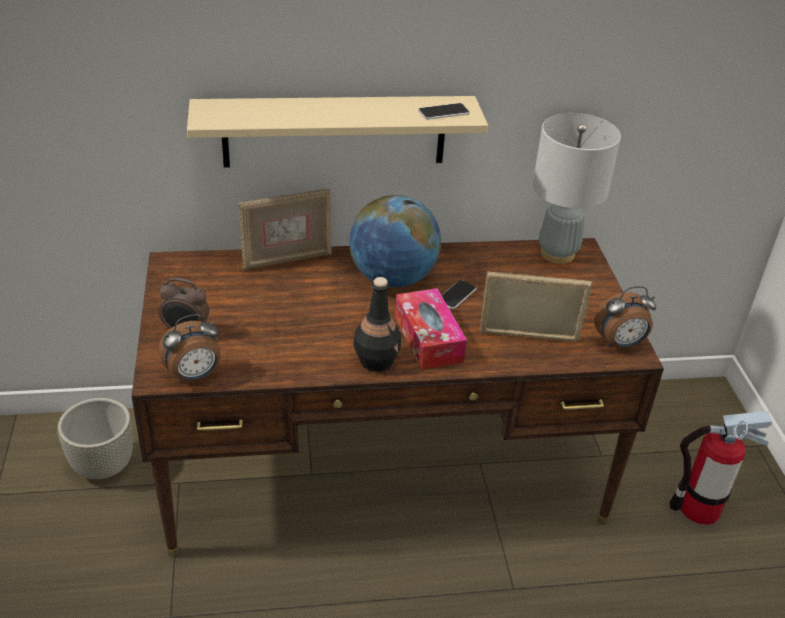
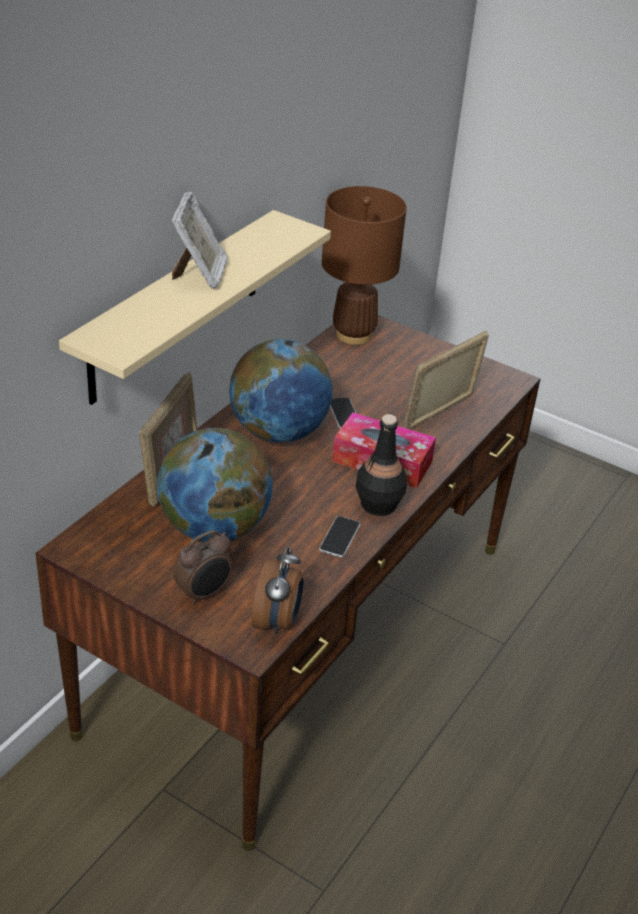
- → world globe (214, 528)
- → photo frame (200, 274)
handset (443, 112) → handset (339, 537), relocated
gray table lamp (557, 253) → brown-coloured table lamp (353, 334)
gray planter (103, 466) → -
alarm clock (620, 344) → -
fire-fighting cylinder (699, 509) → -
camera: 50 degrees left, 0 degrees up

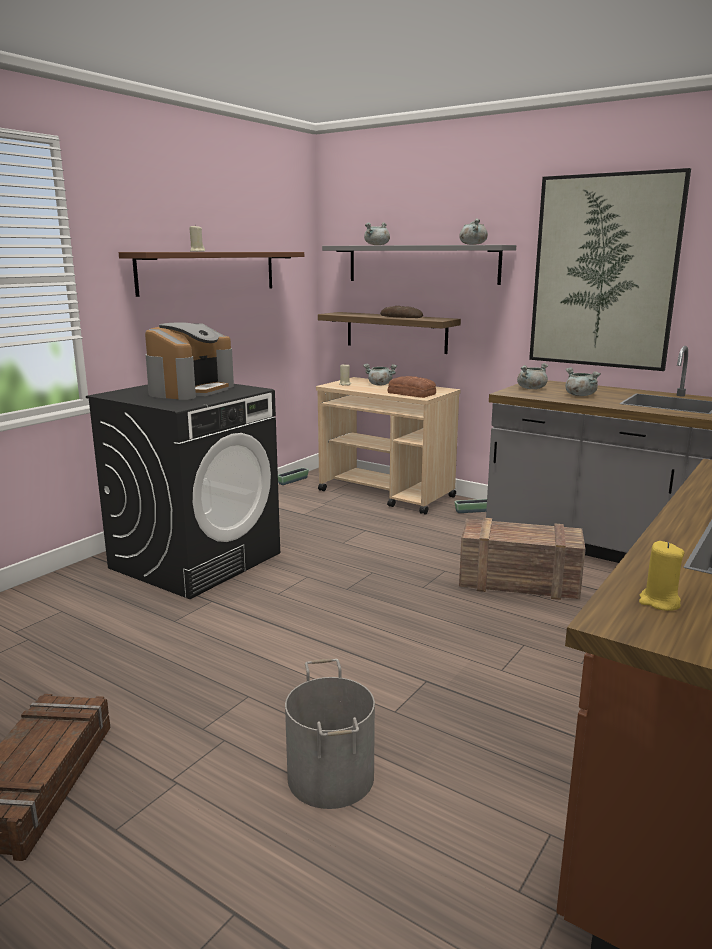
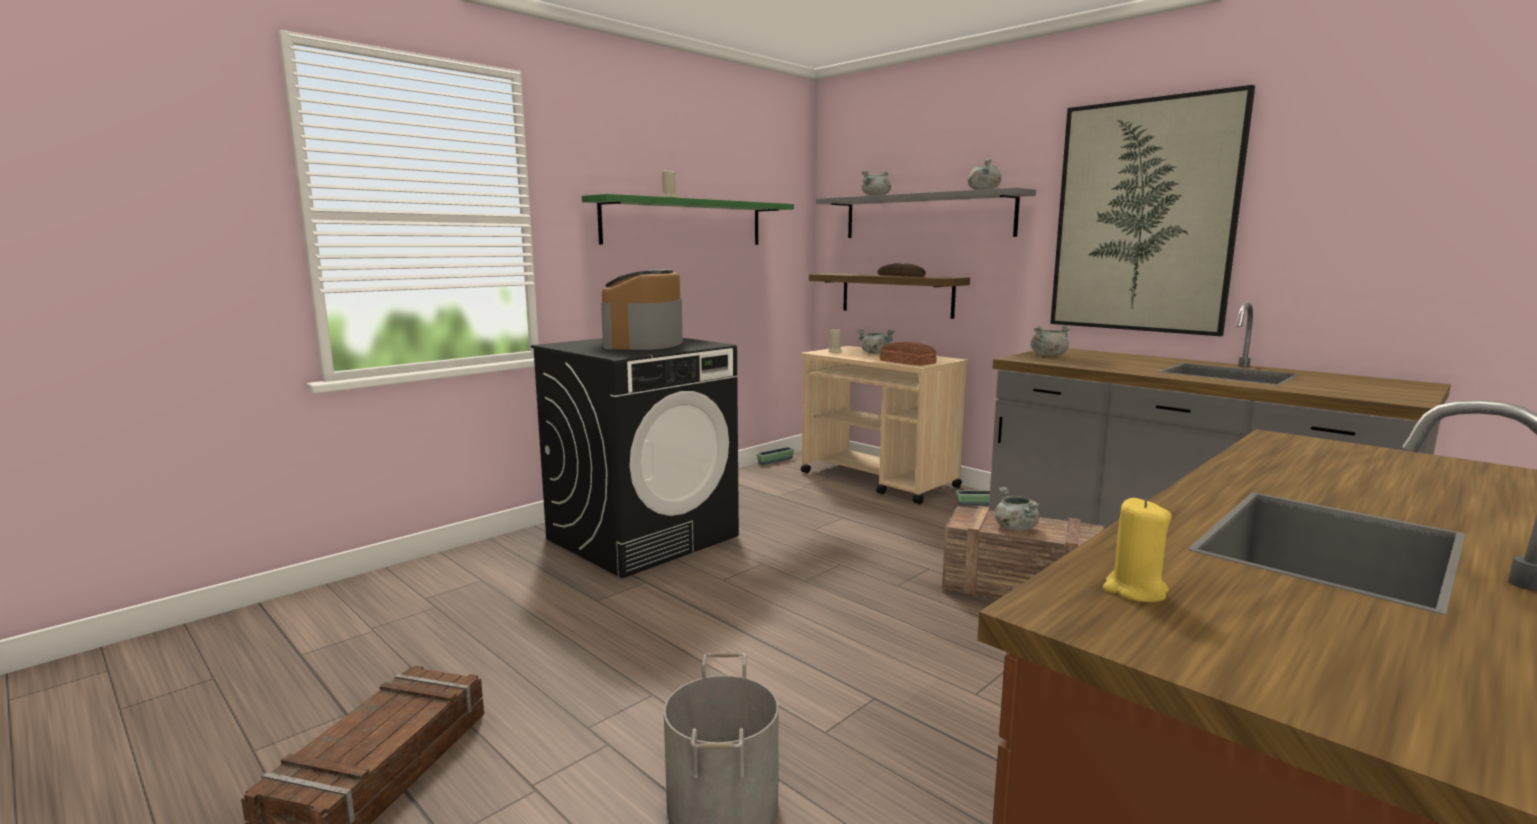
brown-coloured wall shelf (209, 272) → green wall shelf (685, 222)
coffee machine (190, 390) → coffee machine (644, 343), 150 degrees clockwise
gray saucepot (579, 395) → gray saucepot (1014, 527), relocated
camera: 10 degrees right, 5 degrees down

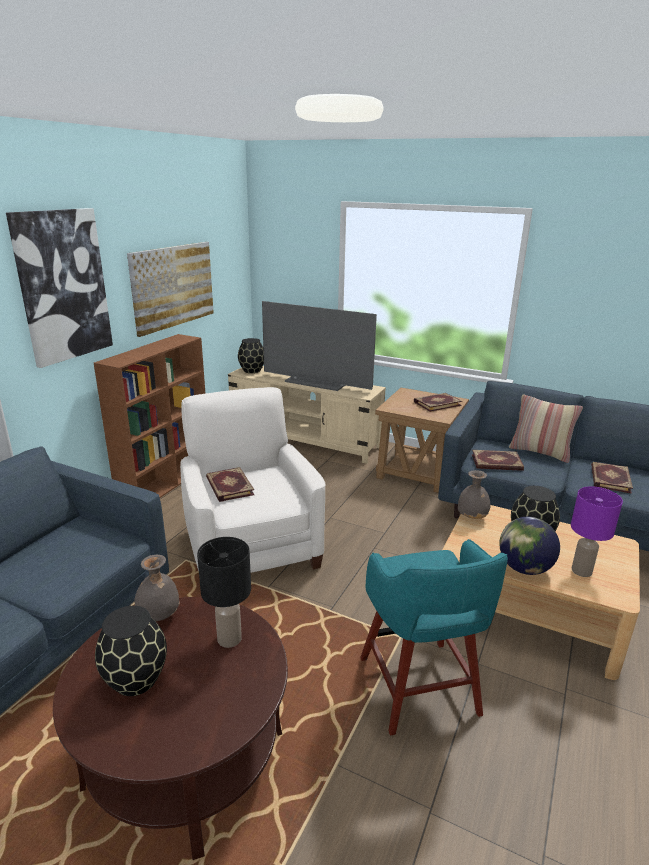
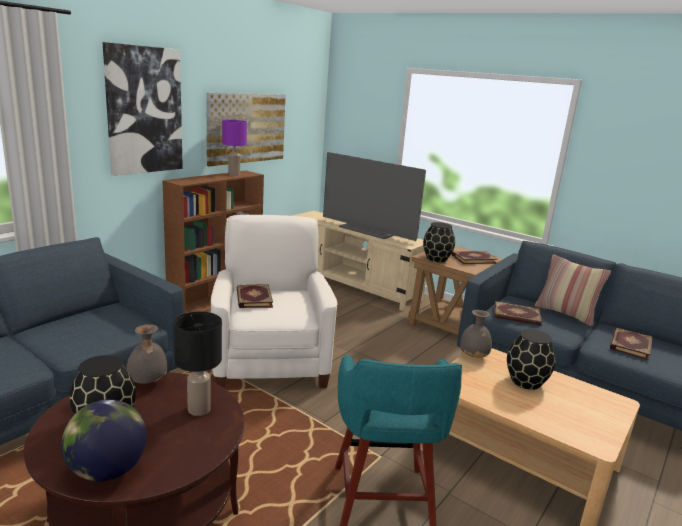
world globe (524, 568) → world globe (107, 471), relocated
purplish table lamp (581, 570) → purplish table lamp (234, 174), relocated
black-coloured vase (251, 370) → black-coloured vase (436, 259), relocated
camera: 10 degrees right, 5 degrees down

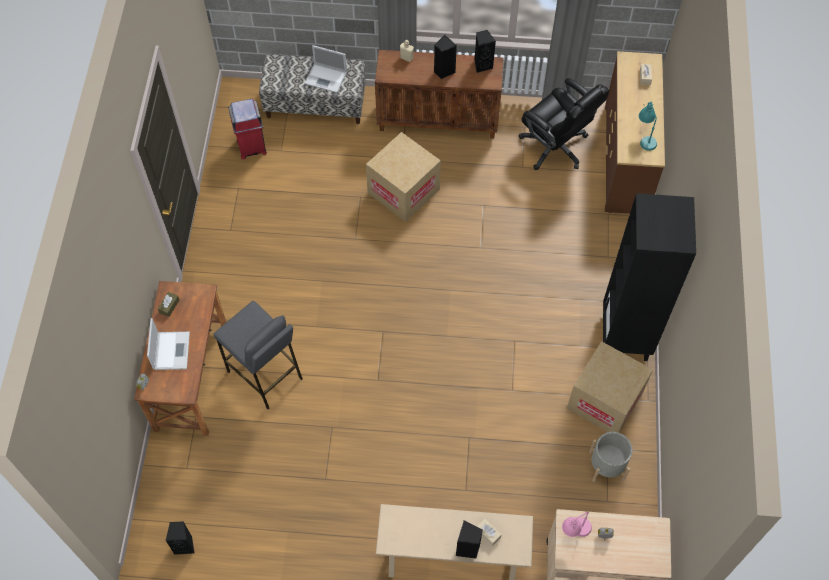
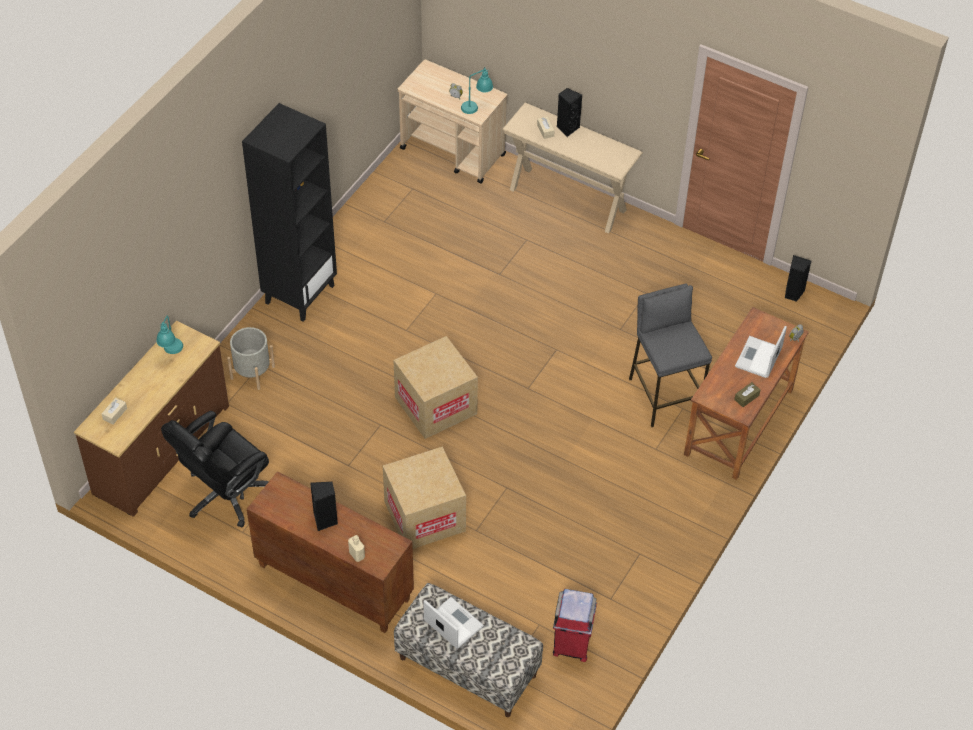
black-coloured computer chair (555, 147) → black-coloured computer chair (225, 494), 120 degrees counterclockwise
gray planter (606, 465) → gray planter (252, 372), relocated
cardboard box (605, 400) → cardboard box (435, 405), relocated
pink table lamp (575, 532) → turquoise table lamp (477, 107)
black-coloured speaker (482, 65) → -
camera: 155 degrees left, 10 degrees down

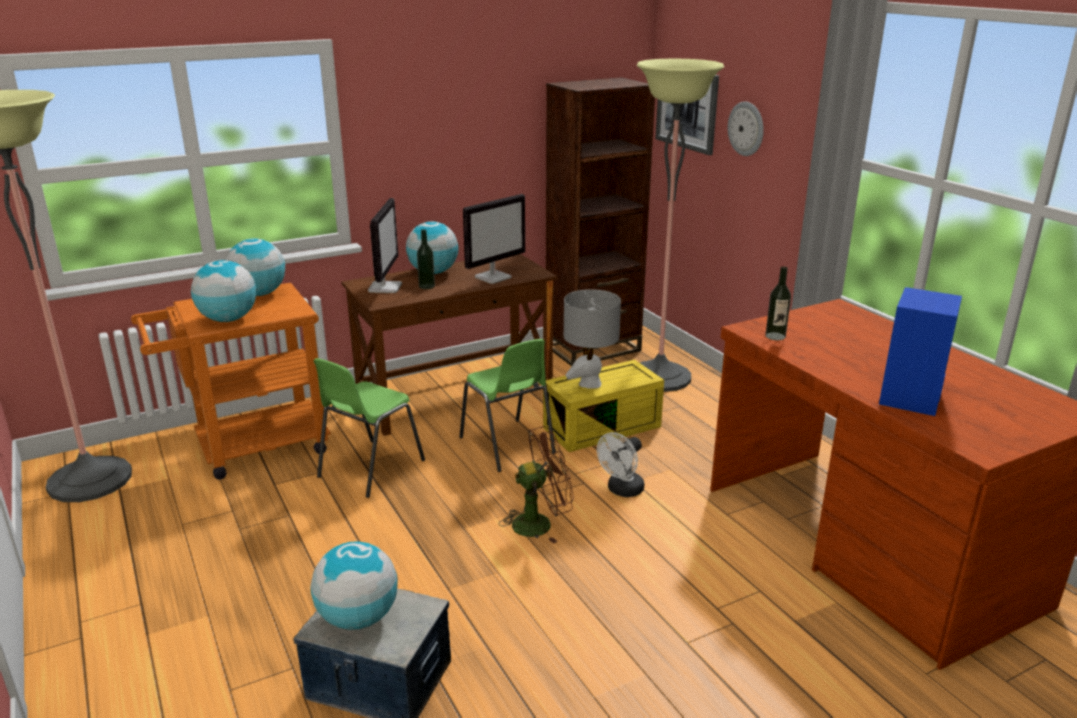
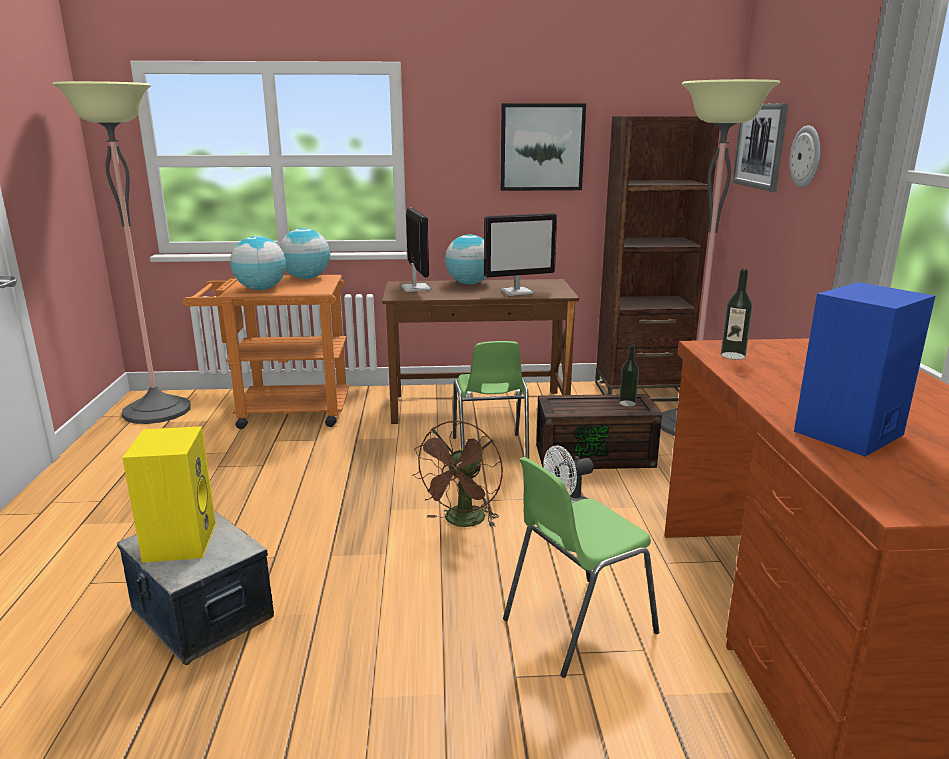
world globe (358, 618) → yellowish speaker (179, 541)
monitor (385, 287) → monitor (415, 288), 45 degrees counterclockwise
brown-coloured electric fan (540, 523) → brown-coloured electric fan (462, 522), 105 degrees clockwise
- → wall picture (542, 147)
green plain chair (369, 469) → green plain chair (576, 625), relocated
yellowish storage container (602, 426) → brown-coloured storage container (595, 455)
bottle (426, 286) → bottle (627, 403), relocated
gray table lamp (590, 384) → -
camera: 25 degrees right, 5 degrees down

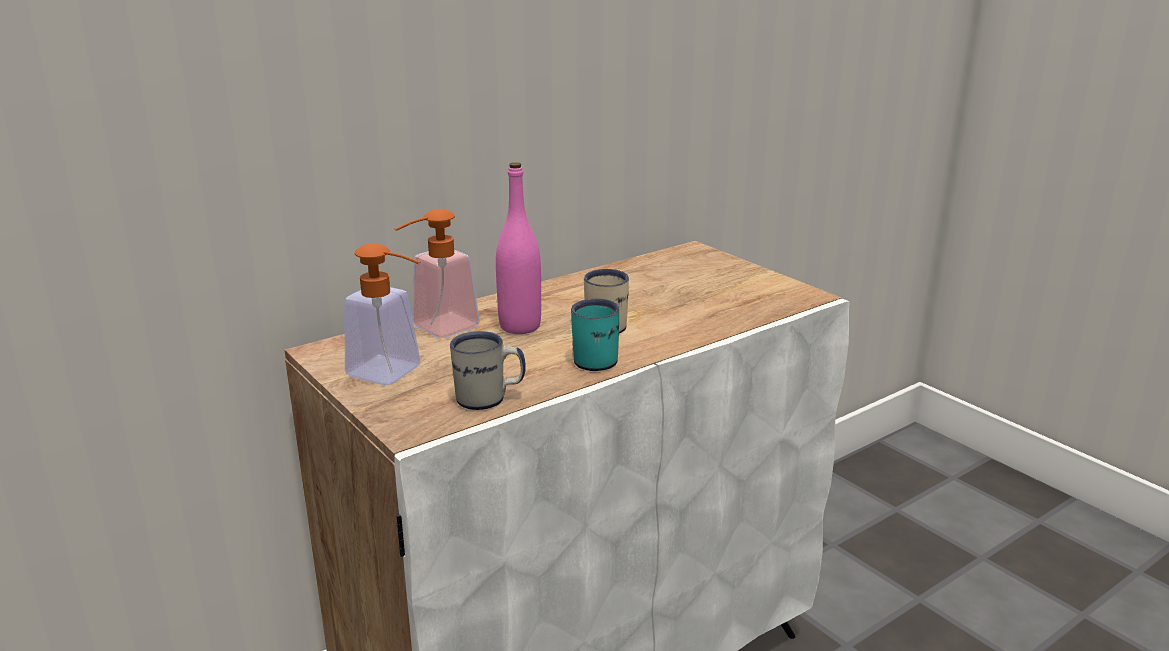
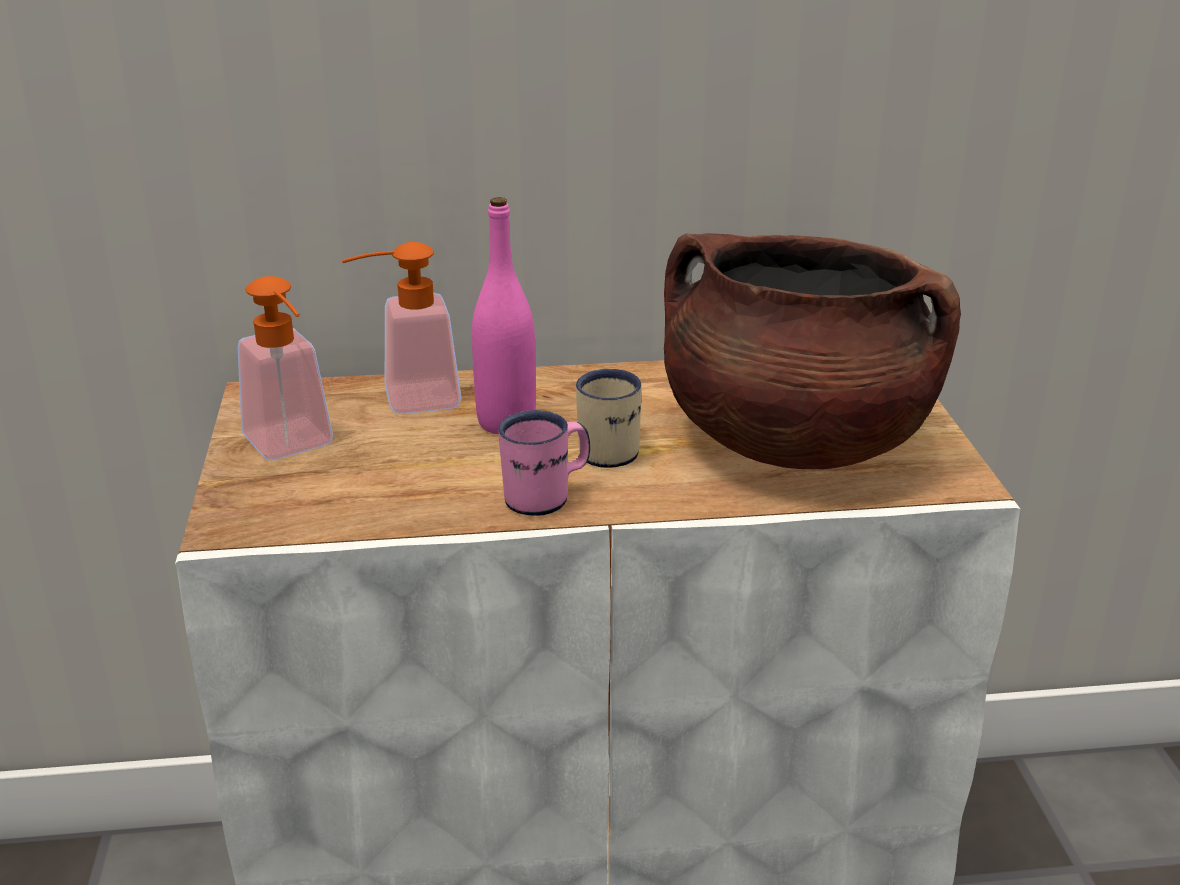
turquoise tea mug (600, 358) → pink tea mug (547, 497)
- → brown-coloured saucepot (793, 442)
white-coloured tea mug (489, 399) → -
camera: 30 degrees right, 5 degrees up

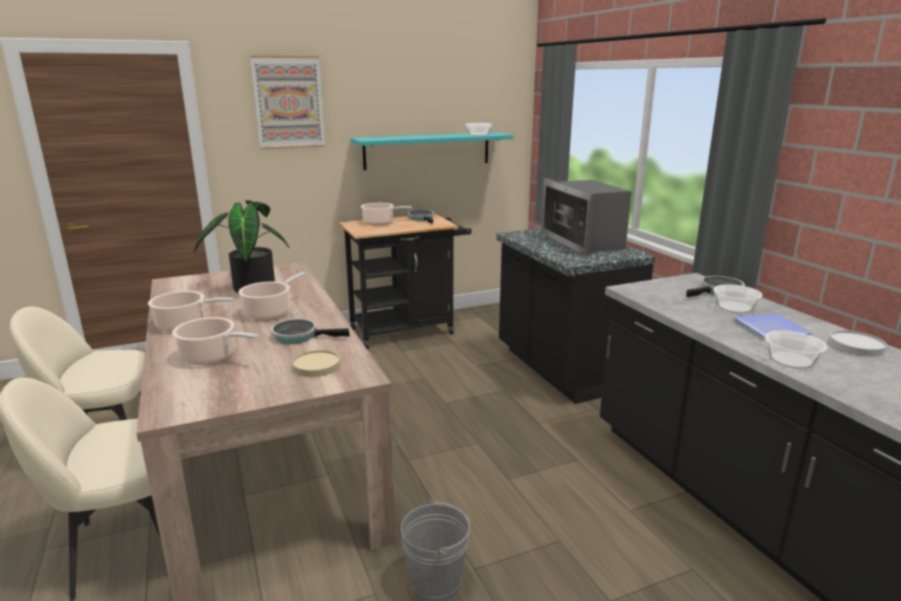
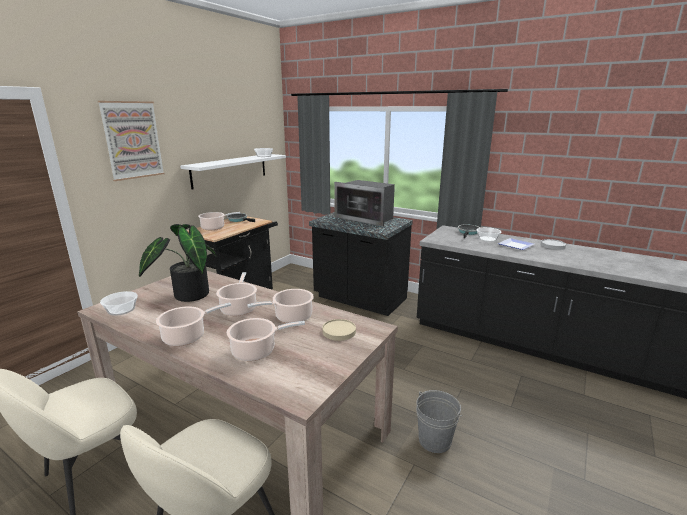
deep dish (790, 360) → deep dish (121, 309), relocated
turquoise wall shelf (427, 150) → white-coloured wall shelf (230, 170)
frying pan (299, 336) → saucepot (291, 317)
camera: 35 degrees left, 0 degrees up

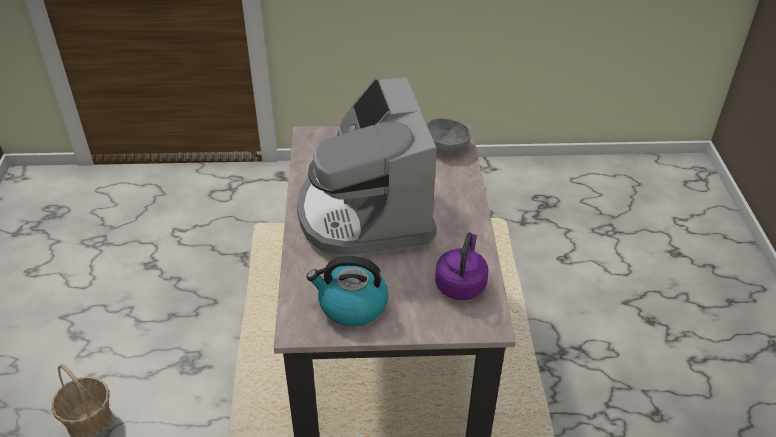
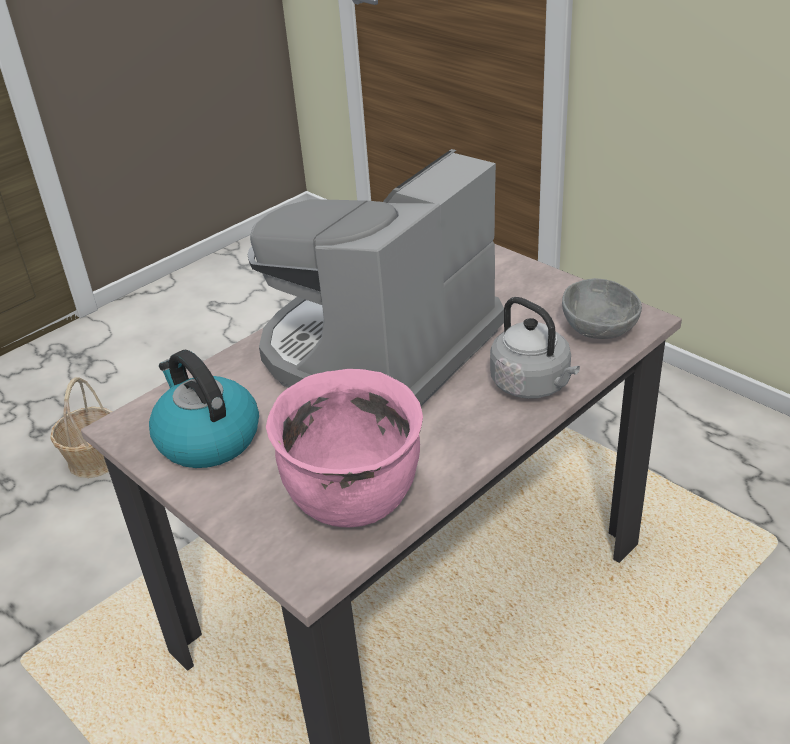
purplish kettle (461, 284) → pink saucepot (355, 498)
- → gray kettle (533, 385)
camera: 50 degrees right, 5 degrees down

